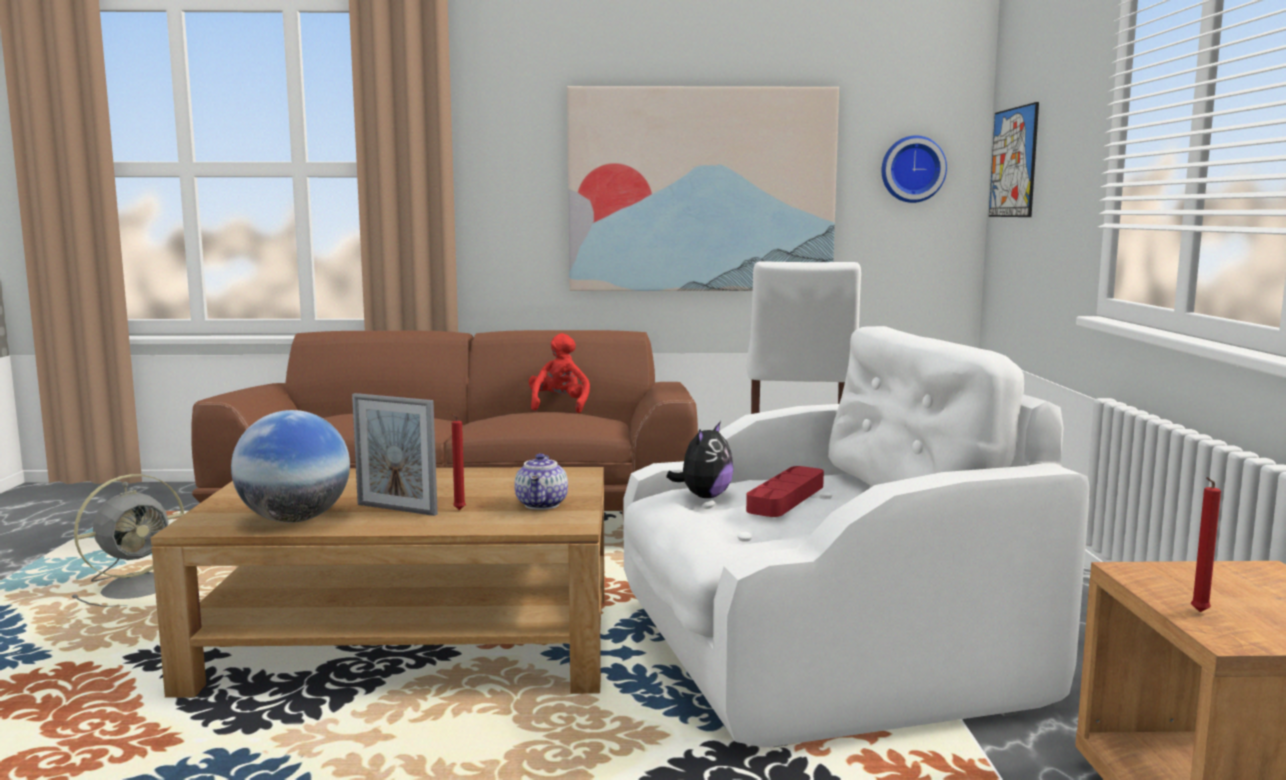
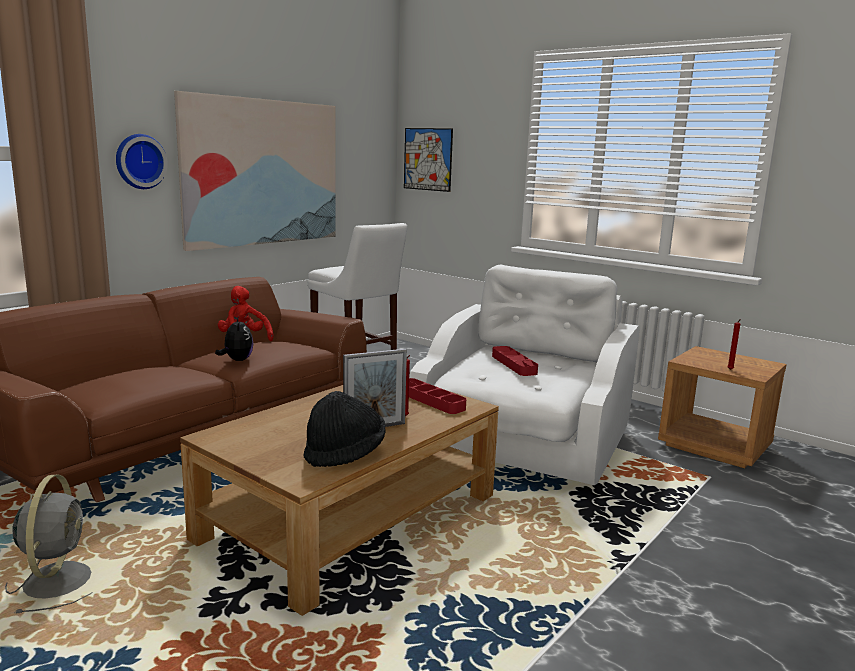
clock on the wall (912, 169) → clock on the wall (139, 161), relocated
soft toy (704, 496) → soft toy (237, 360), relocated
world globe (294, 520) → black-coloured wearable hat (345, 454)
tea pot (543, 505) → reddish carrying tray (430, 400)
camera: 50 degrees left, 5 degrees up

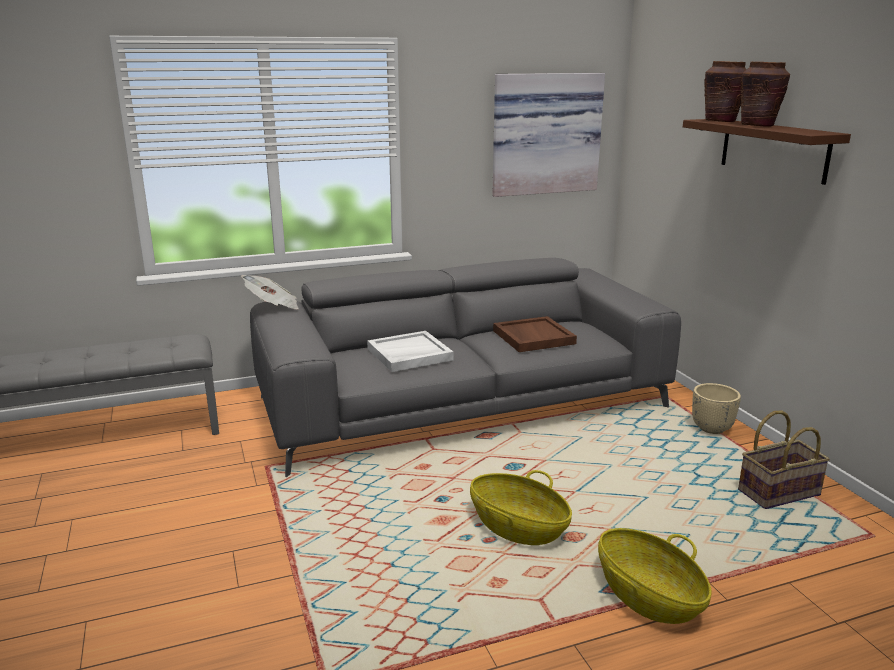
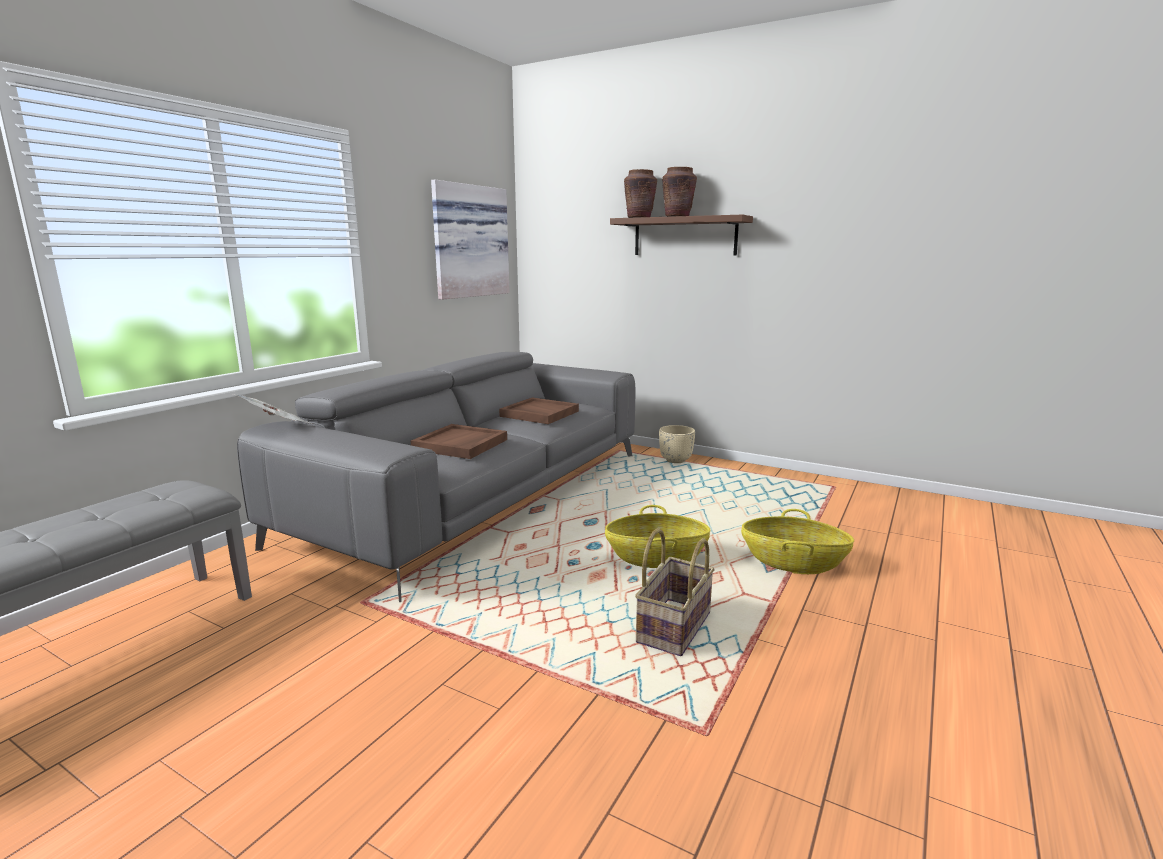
white-coloured carrying tray (409, 354) → brown-coloured carrying tray (460, 445)
basket (778, 492) → basket (673, 627), relocated
camera: 40 degrees left, 5 degrees down

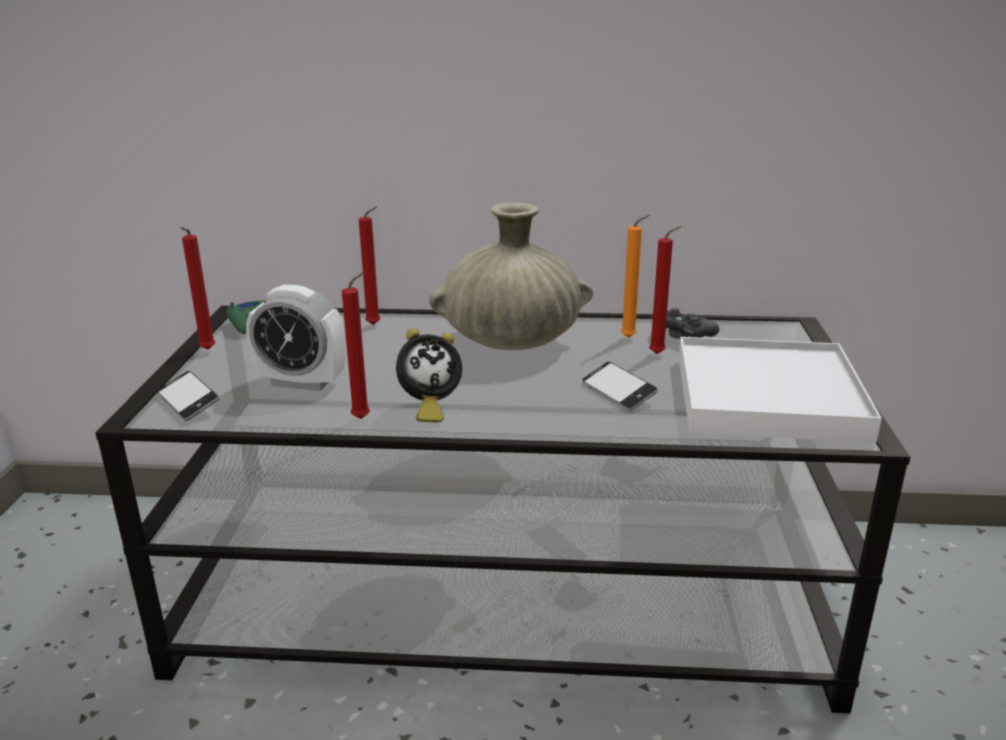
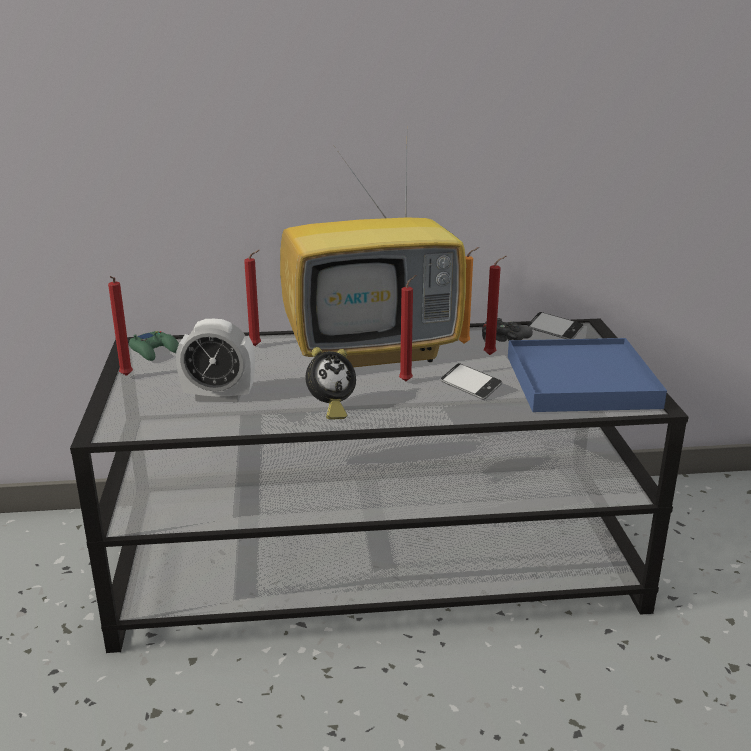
sand-coloured vase (511, 341) → TV (373, 352)
reddish wax candle (364, 418) → reddish wax candle (407, 380), relocated
white-coloured carrying tray (768, 397) → blue-coloured carrying tray (581, 381)
handset (188, 402) → handset (554, 330), relocated
camera: 10 degrees left, 0 degrees up

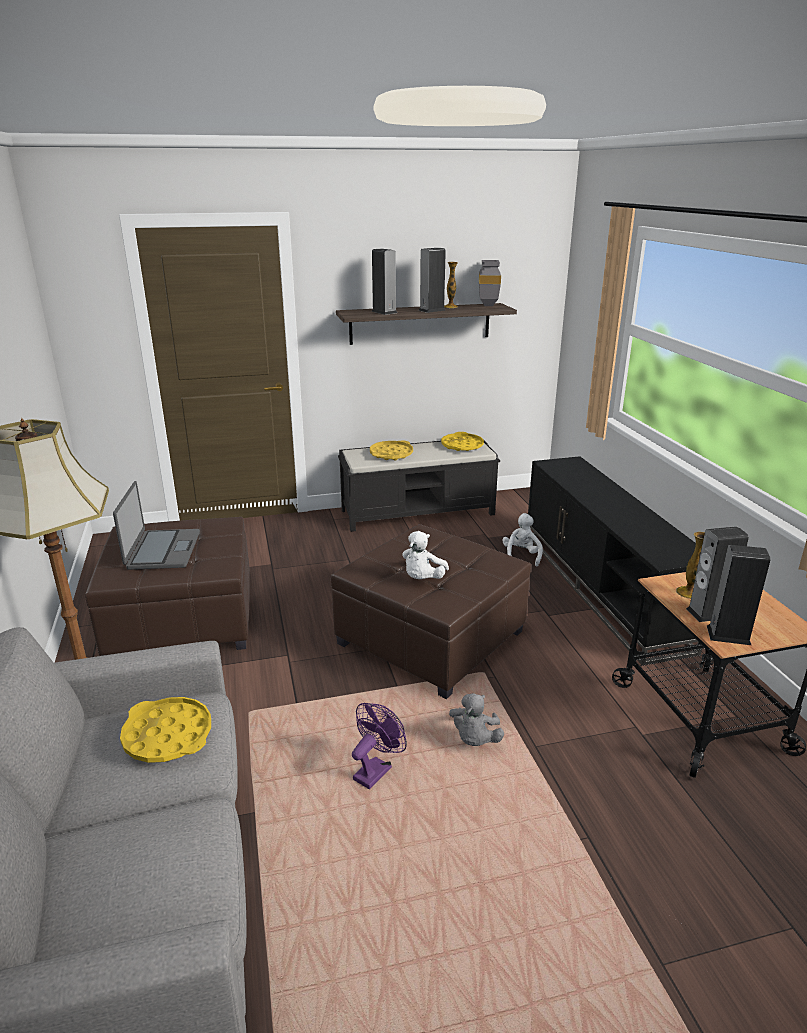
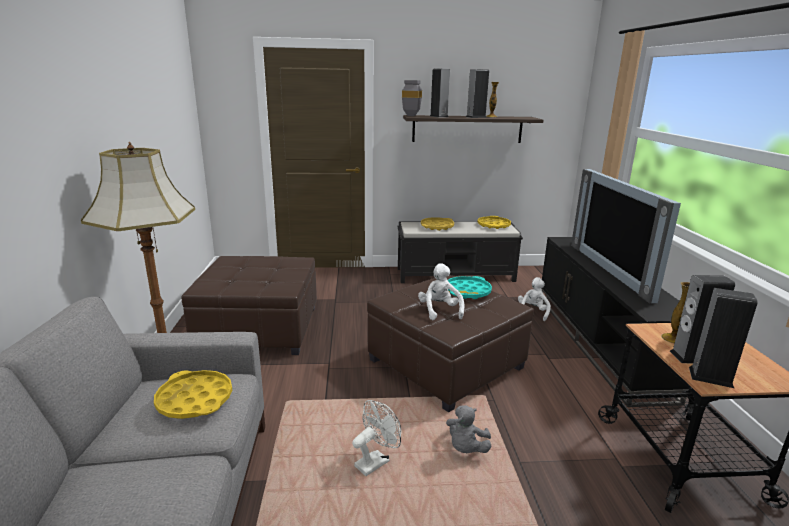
purplish electric fan (376, 769) → white-coloured electric fan (376, 461)
gray vase (489, 305) → gray vase (411, 115), relocated
white-coloured soft toy (422, 579) → white-coloured soft toy (439, 311), 135 degrees clockwise
- → turquoise carrying tray (467, 291)
- → TV (613, 270)
notebook computer (162, 550) → -
camera: 10 degrees right, 5 degrees down

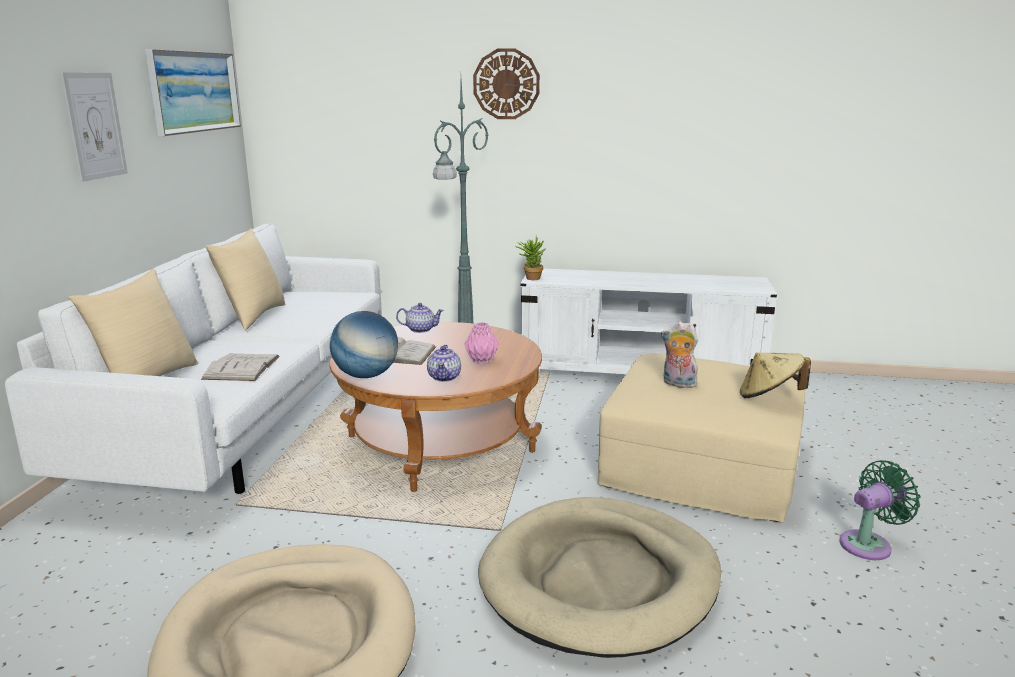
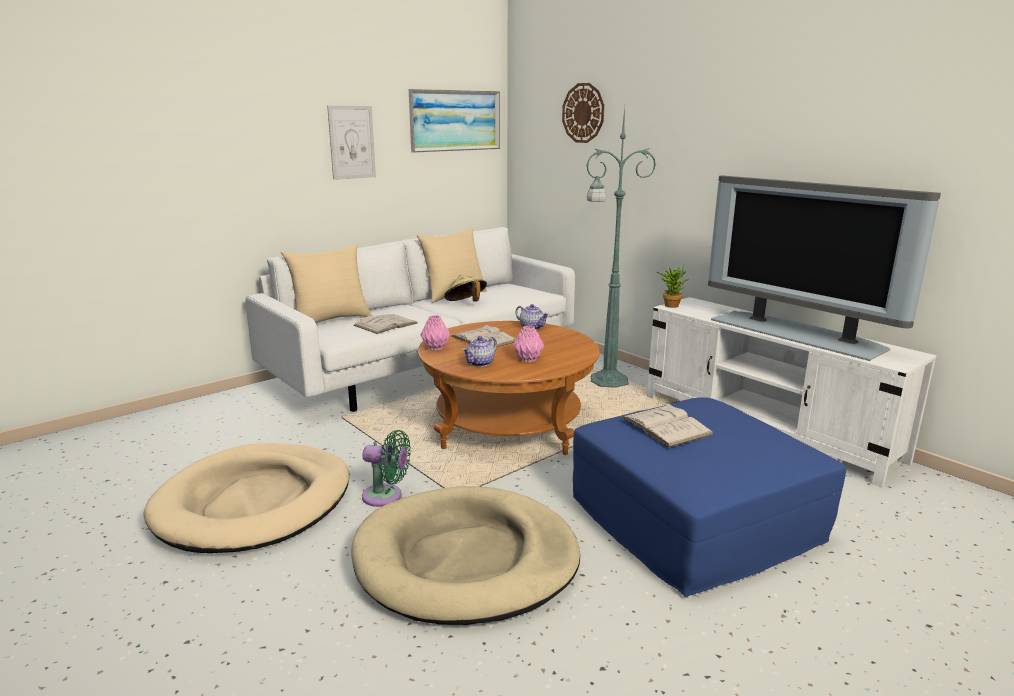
green electric fan (869, 544) → green electric fan (386, 496), relocated
world globe (366, 375) → pink vase (436, 348)
sand-coloured wearable hat (769, 396) → sand-coloured wearable hat (466, 304), relocated
clock on the wall (506, 84) → clock on the wall (583, 113), relocated
sand-coloured footrest (701, 465) → blue-coloured footrest (693, 520)
soft toy (677, 384) → white-coloured volume (666, 426)
- → TV (797, 333)
camera: 40 degrees right, 0 degrees up

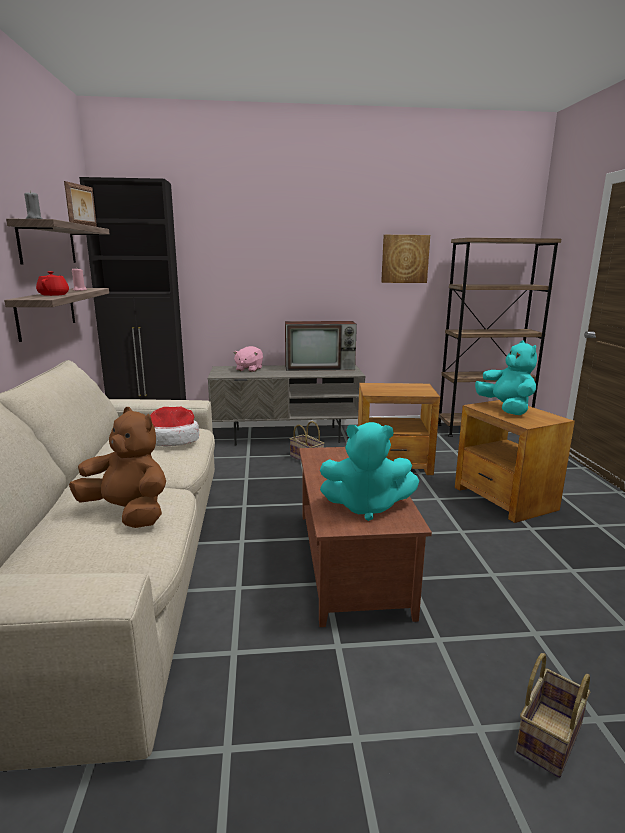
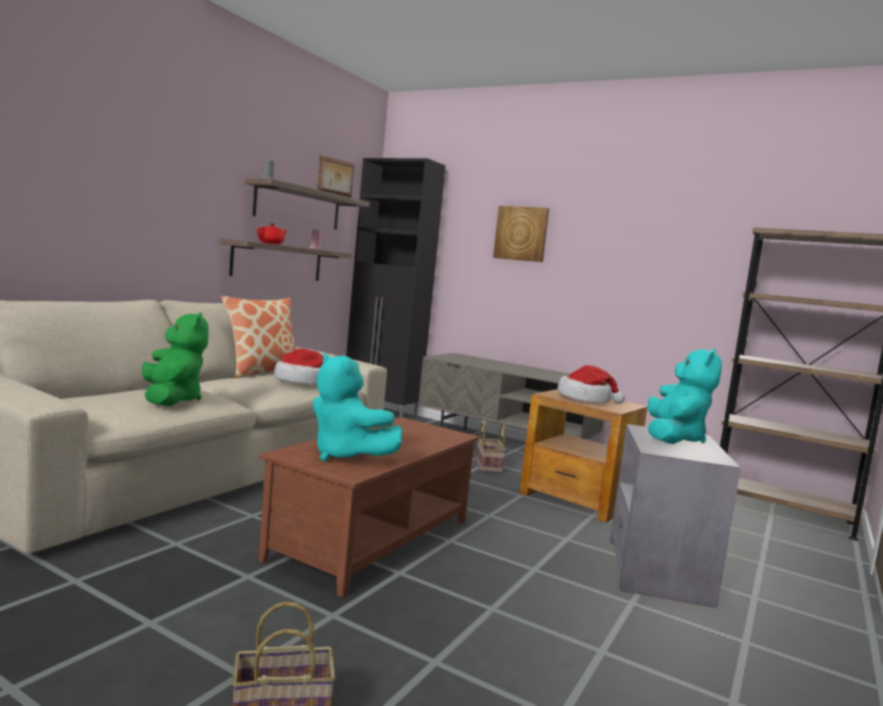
brown-coloured soft toy (128, 513) → green soft toy (171, 400)
- → pillow (262, 372)
wall picture (404, 259) → wall picture (521, 233), relocated
- → wearable hat (585, 399)
brown-coloured accent table (504, 498) → gray accent table (657, 570)
pink soft toy (249, 369) → -
TV (321, 367) → -
camera: 35 degrees right, 10 degrees down

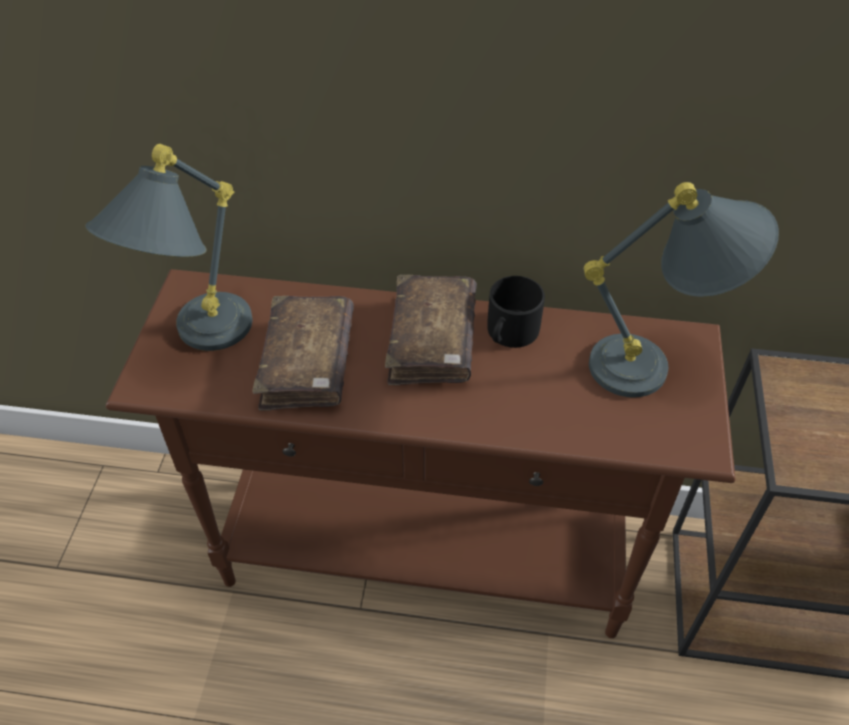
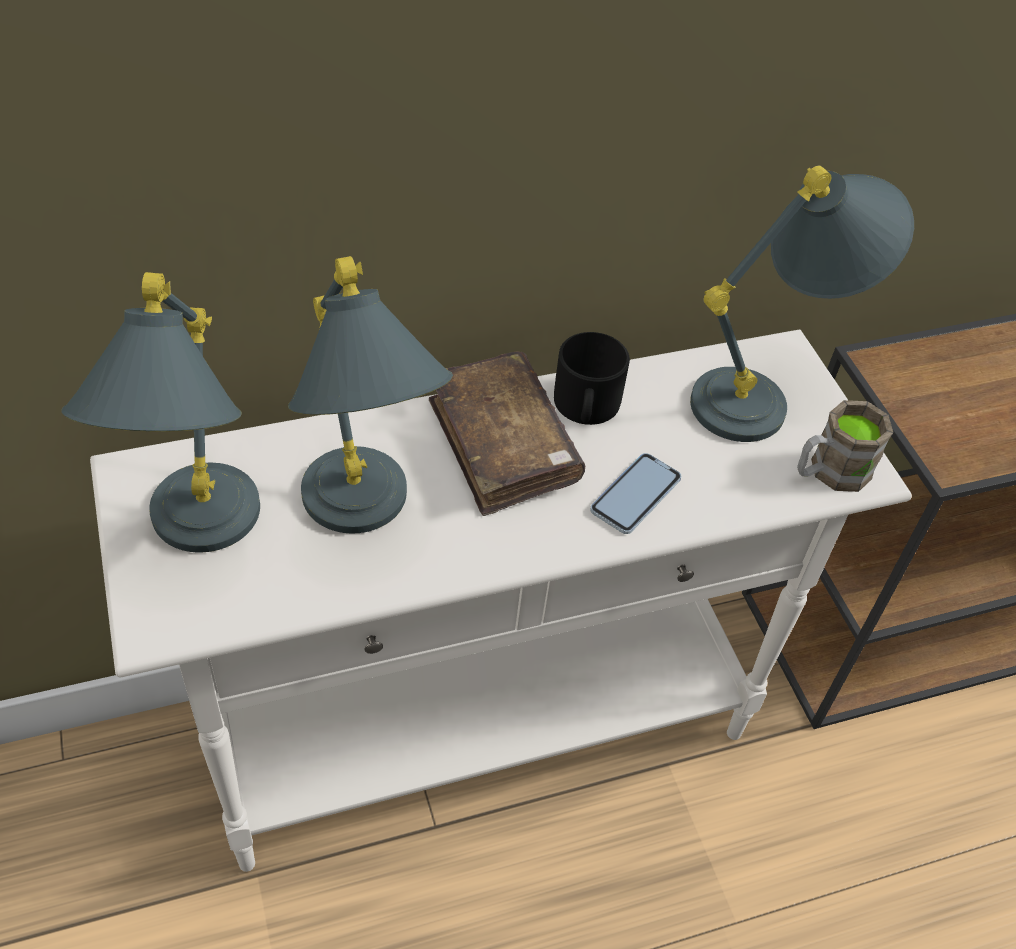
brown-coloured console table (426, 555) → white-coloured console table (483, 728)
brown-coloured volume (308, 363) → gray table lamp (365, 522)
- → handset (635, 495)
- → brown-coloured tea mug (829, 472)
camera: 30 degrees left, 0 degrees up

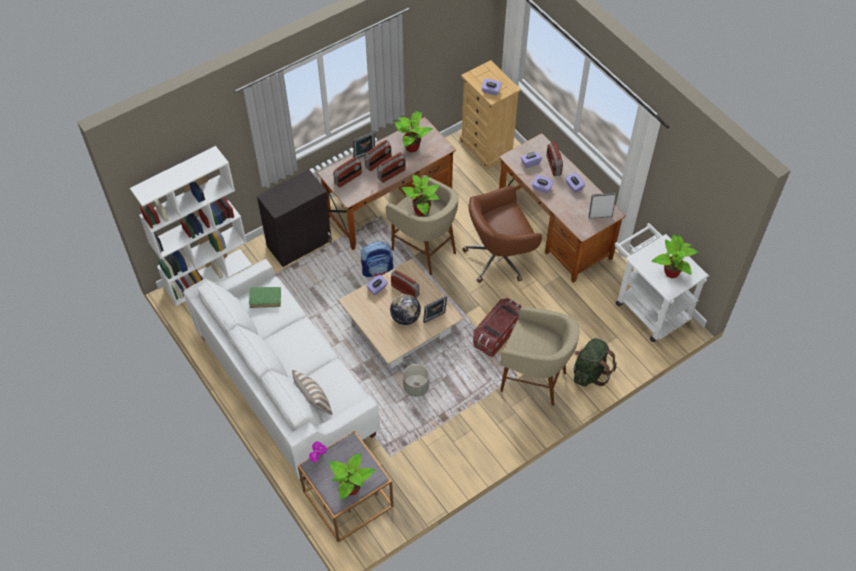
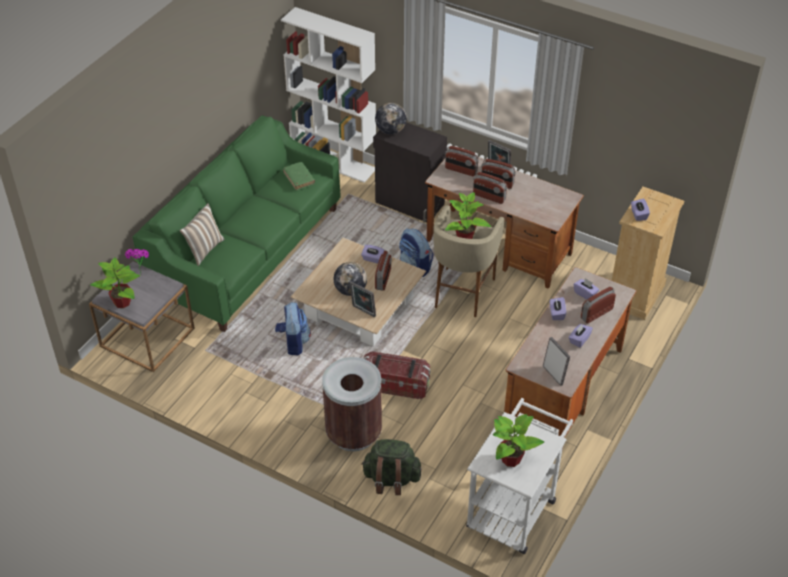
white-coloured sofa (286, 384) → green sofa (247, 252)
gray planter (416, 387) → knapsack (293, 342)
sand-coloured stool seat (534, 380) → brown-coloured trash can (353, 433)
- → world globe (390, 131)
plant in a pot (412, 147) → -
brown-coloured computer chair (499, 257) → -
camera: 65 degrees right, 10 degrees down

